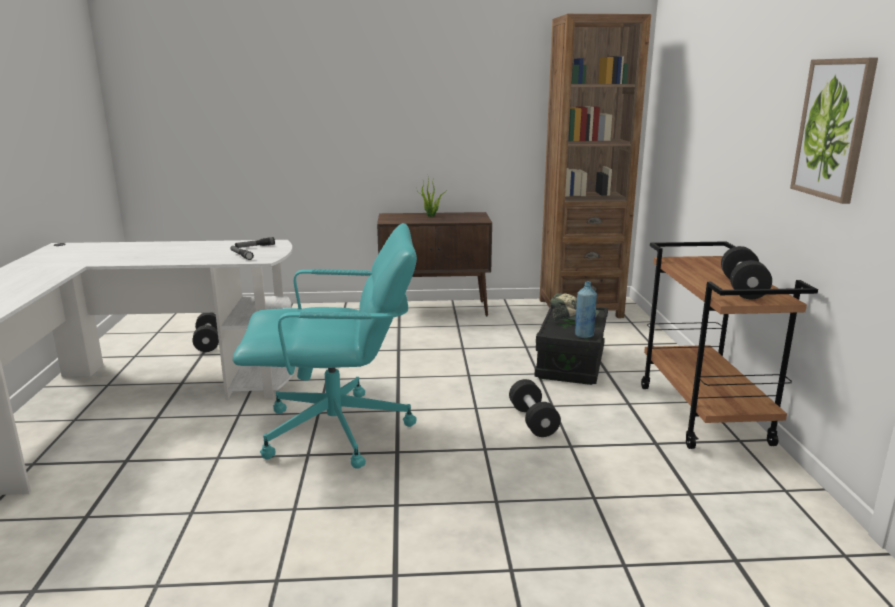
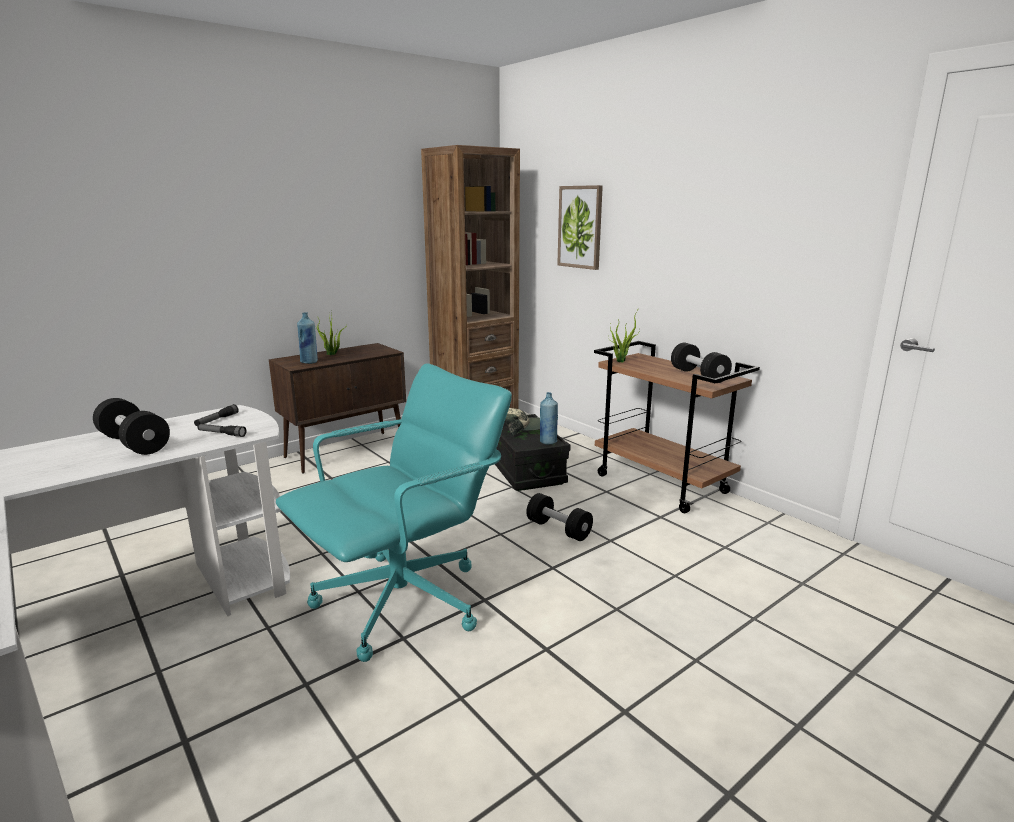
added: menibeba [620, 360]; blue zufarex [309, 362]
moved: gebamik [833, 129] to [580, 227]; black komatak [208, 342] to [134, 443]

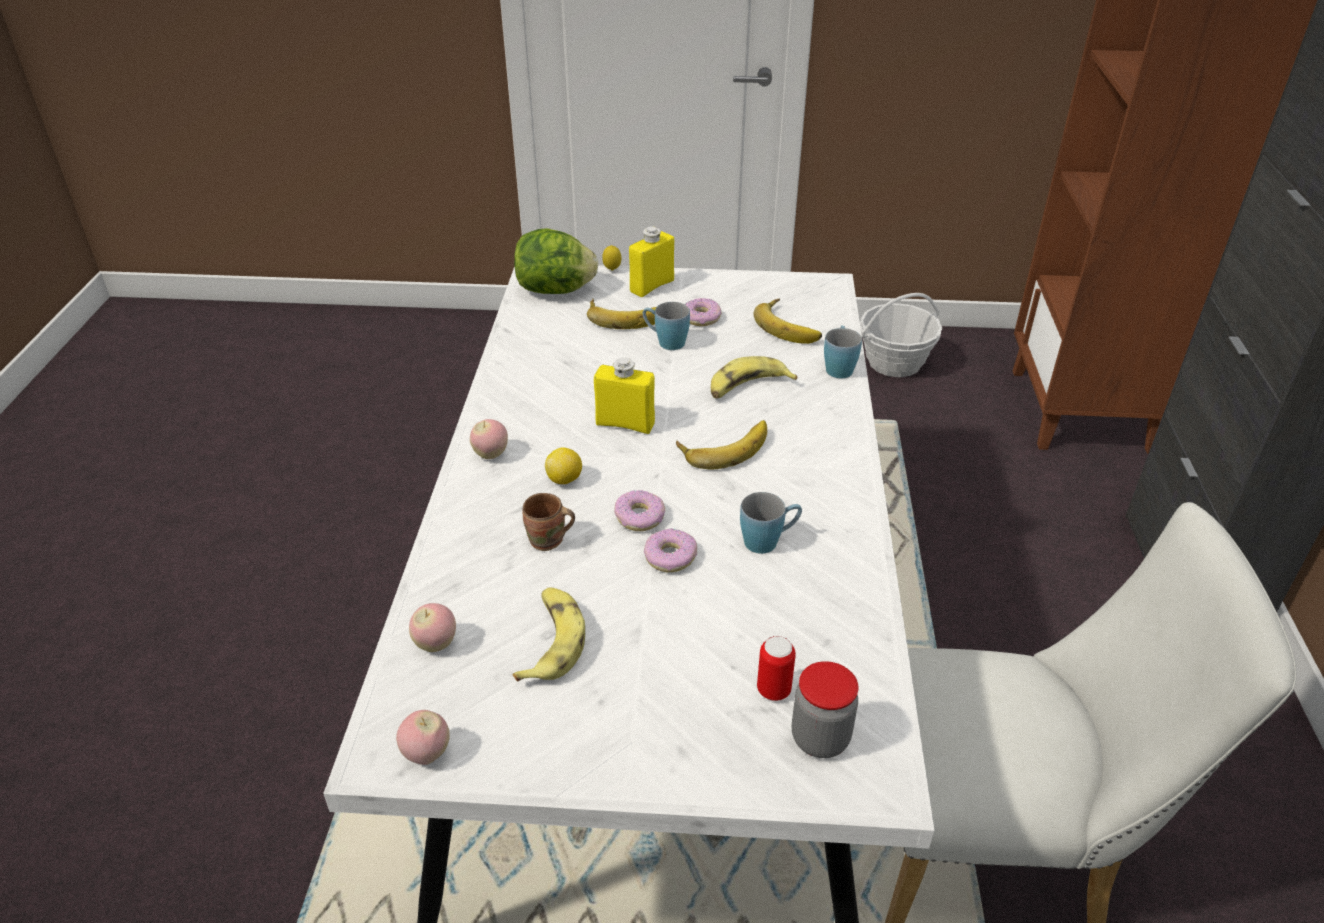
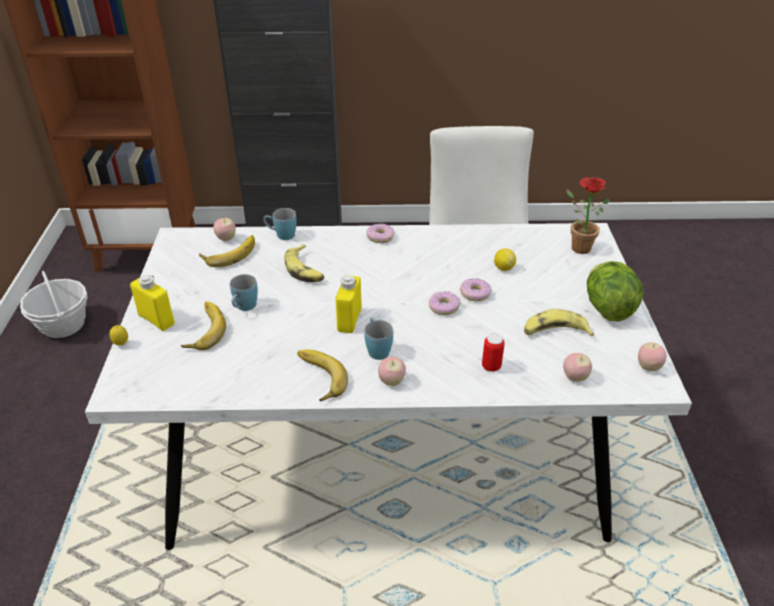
removed: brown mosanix [548, 542]
added: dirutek [226, 238]
moved: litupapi [555, 290] to [607, 308]; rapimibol [701, 318] to [380, 237]; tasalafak [724, 446] to [317, 378]; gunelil [565, 479] to [503, 268]; blue mosanix [768, 540] to [377, 348]; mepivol [773, 690] to [491, 366]
replaced: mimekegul [820, 738] to menibeba [576, 247]

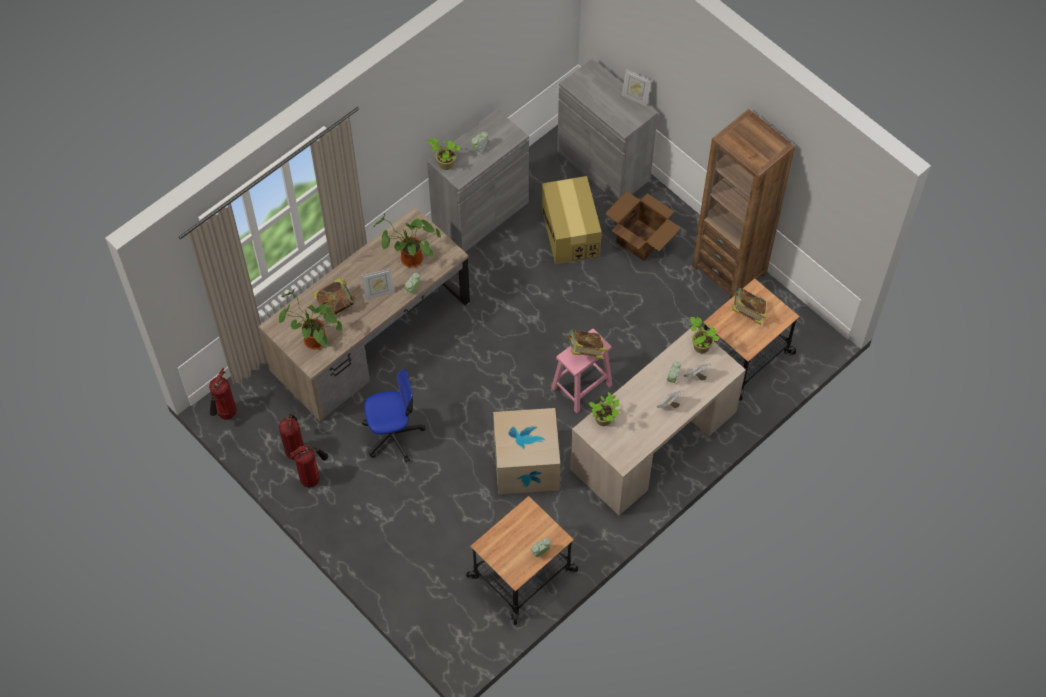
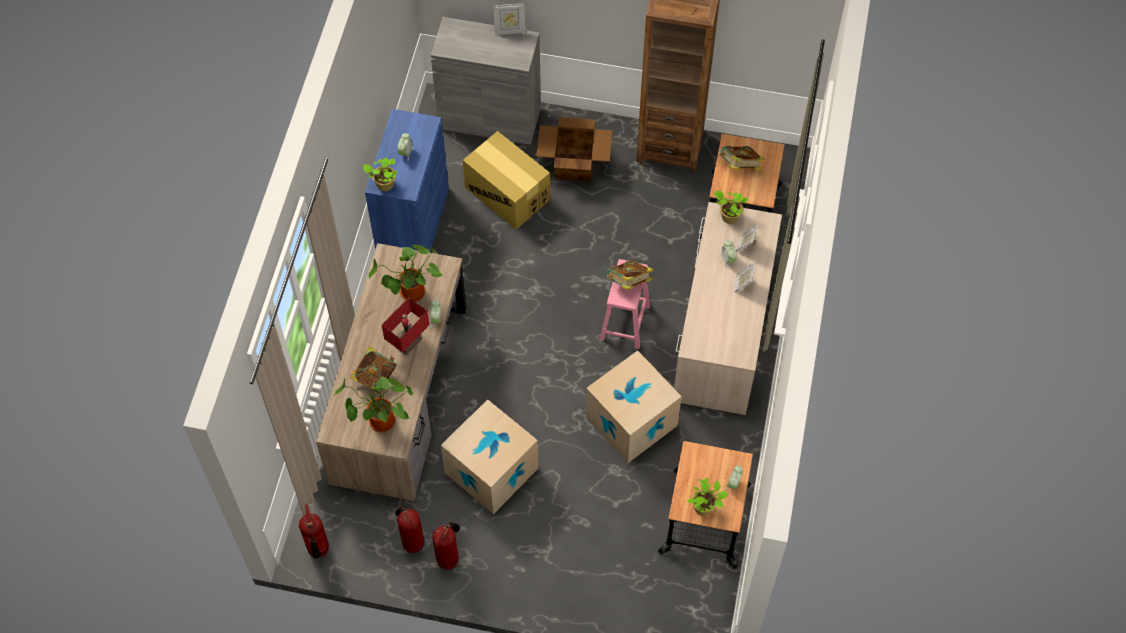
moved: menibeba [604, 420] to [704, 507]
replaced: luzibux [379, 293] to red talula [408, 342]; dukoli [393, 435] to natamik [491, 470]
recoloured: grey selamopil [480, 214] to blue selamopil [413, 224]

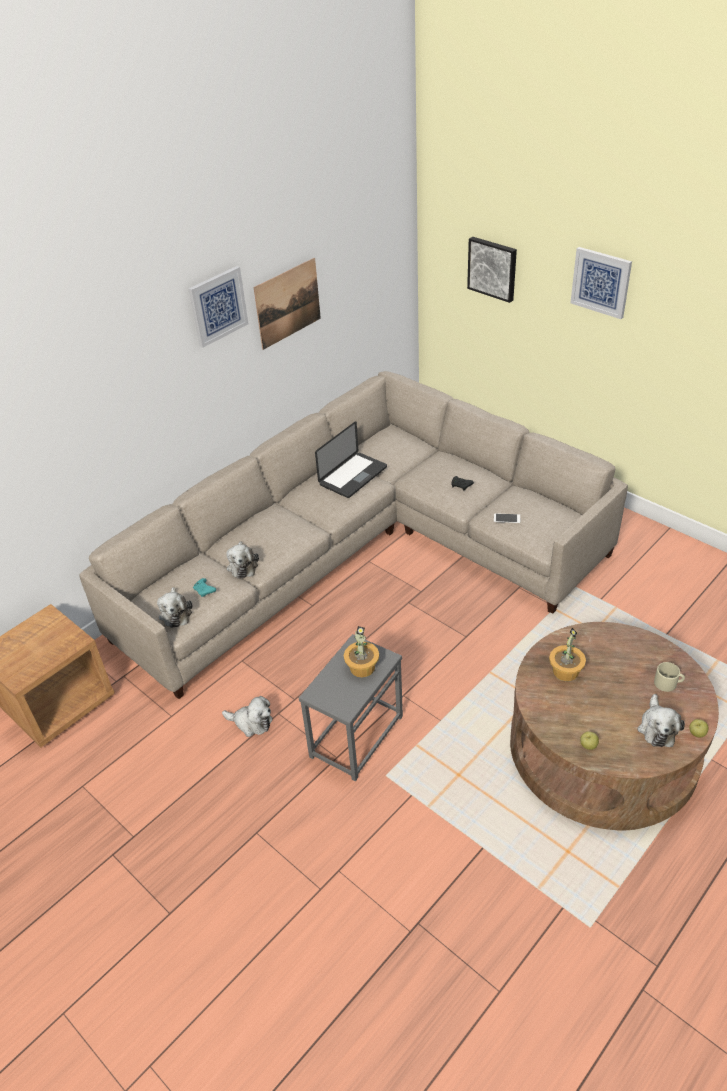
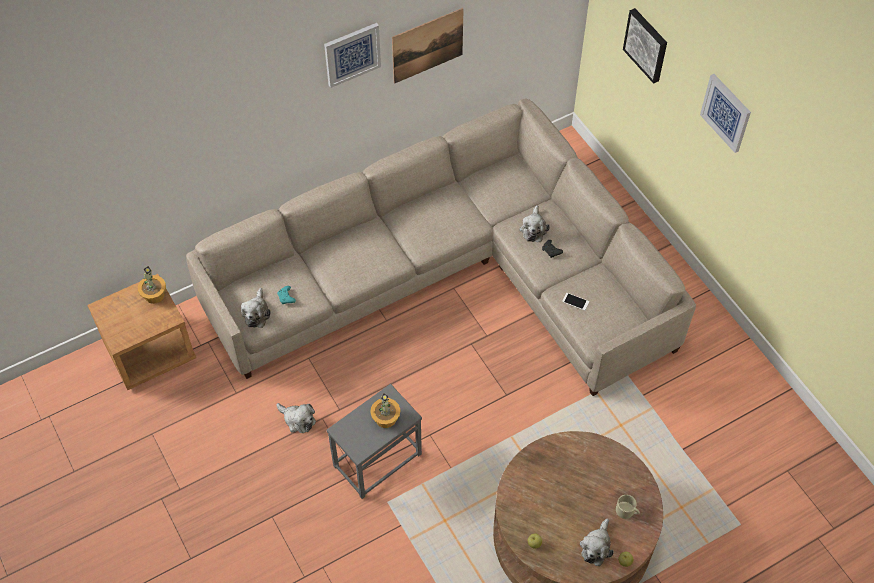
removed: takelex [353, 476]
moved: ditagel [242, 565] to [533, 229]; menibeba [565, 671] to [154, 295]

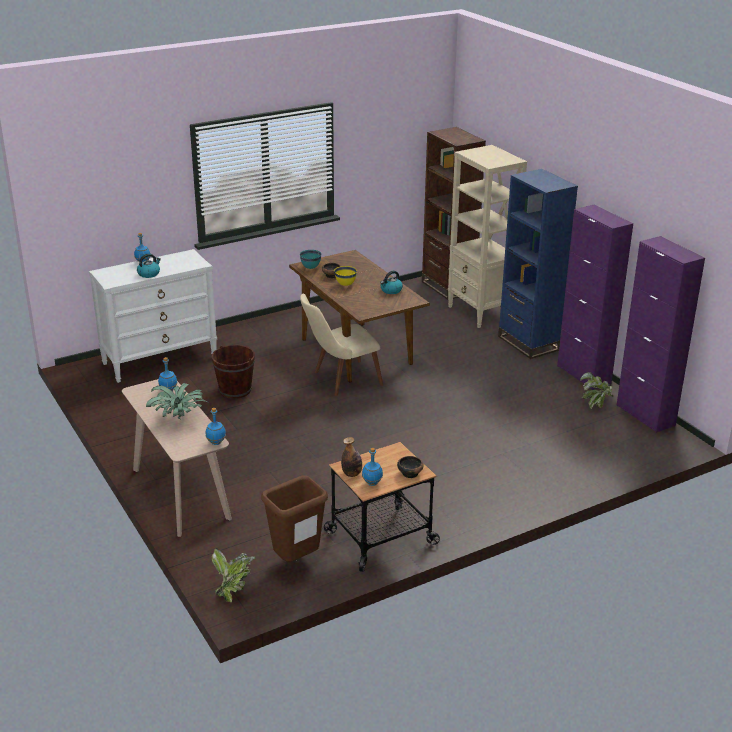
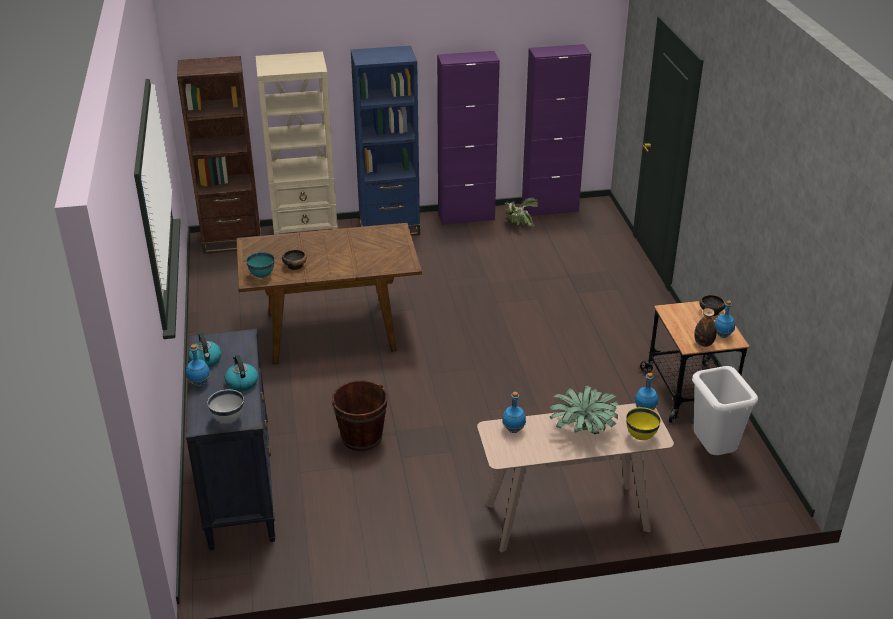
removed: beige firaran [340, 380]; menibeba [234, 588]
added: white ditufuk [228, 419]
moved: yellow ditufuk [345, 284] to [640, 436]; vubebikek [391, 290] to [206, 360]
recoloured: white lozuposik [160, 360] to black lozuposik [239, 491]; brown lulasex [296, 561] to white lulasex [713, 453]

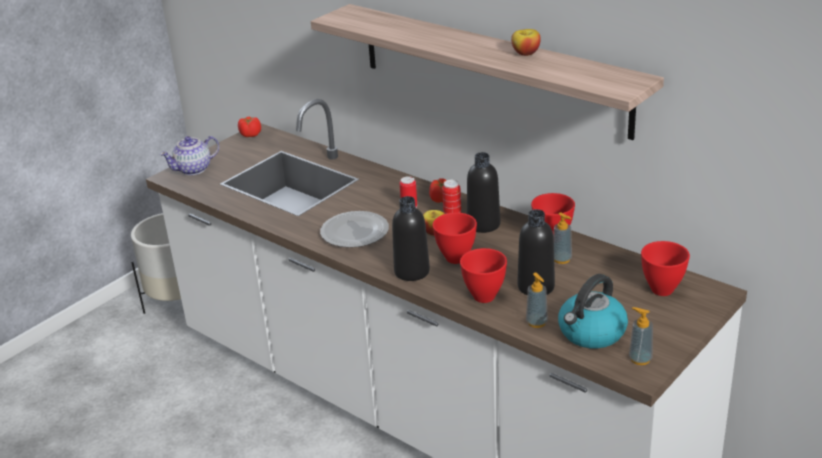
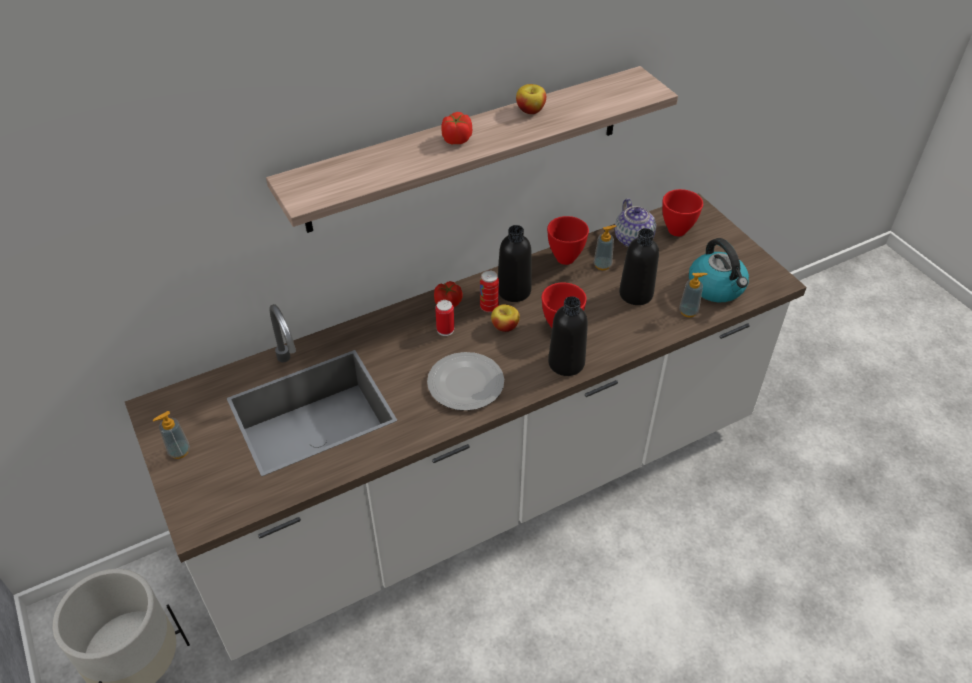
removed: red ditufuk [483, 297]
moved: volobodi [250, 134] to [456, 139]; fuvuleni [194, 169] to [633, 239]; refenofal [640, 359] to [179, 451]

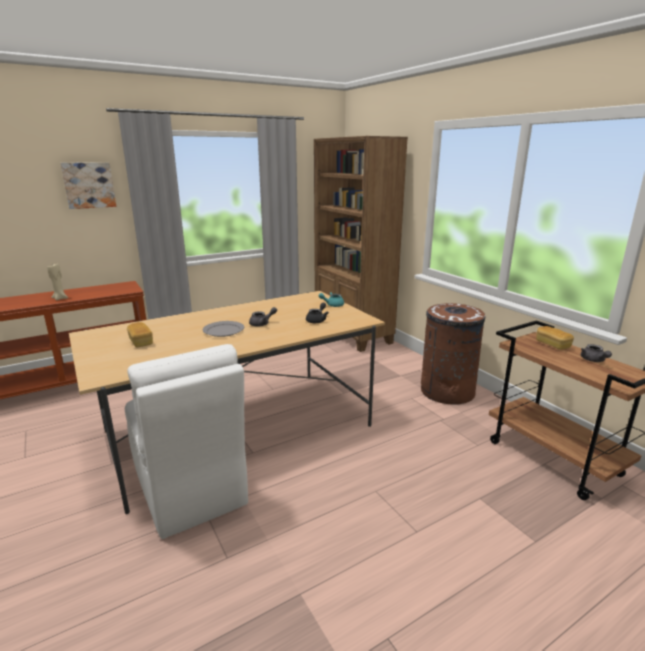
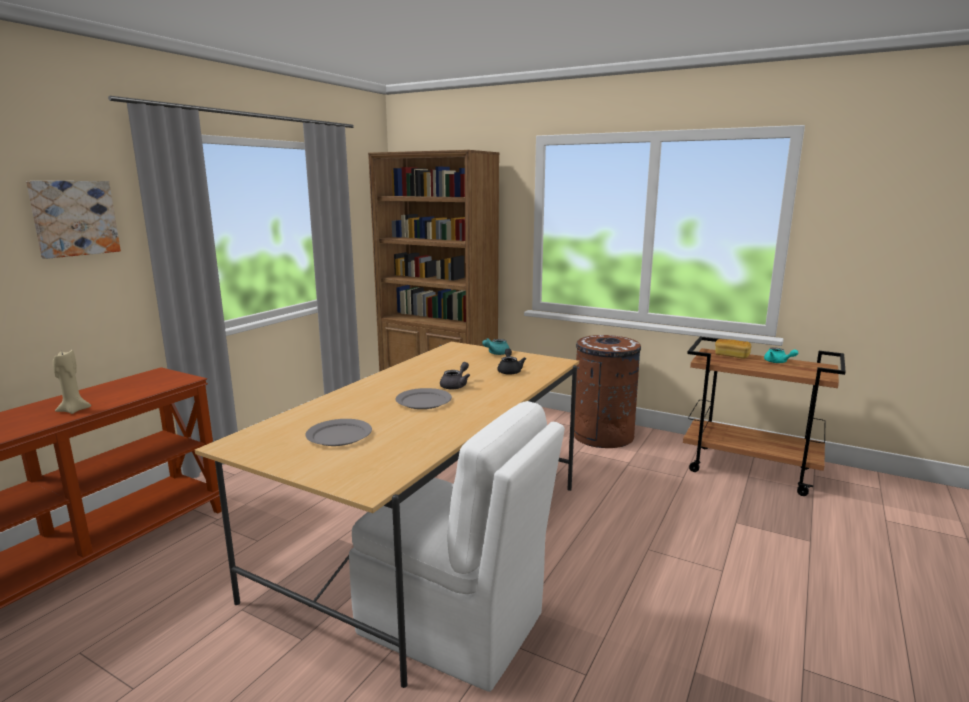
replaced: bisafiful [141, 342] to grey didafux [339, 435]
recoloured: grey fuvuleni [593, 360] to turquoise fuvuleni [778, 362]

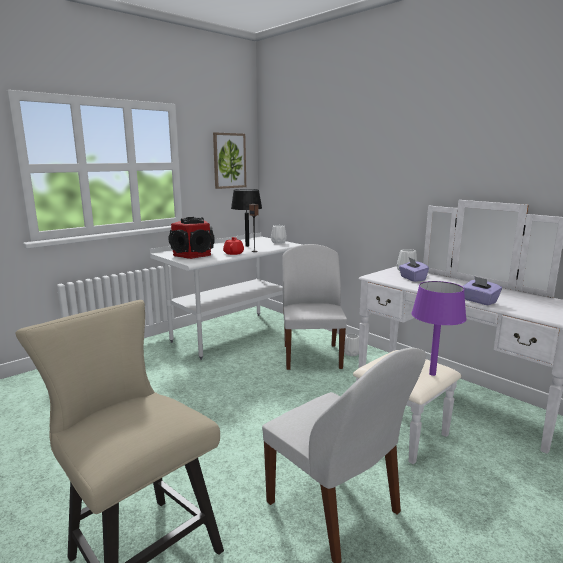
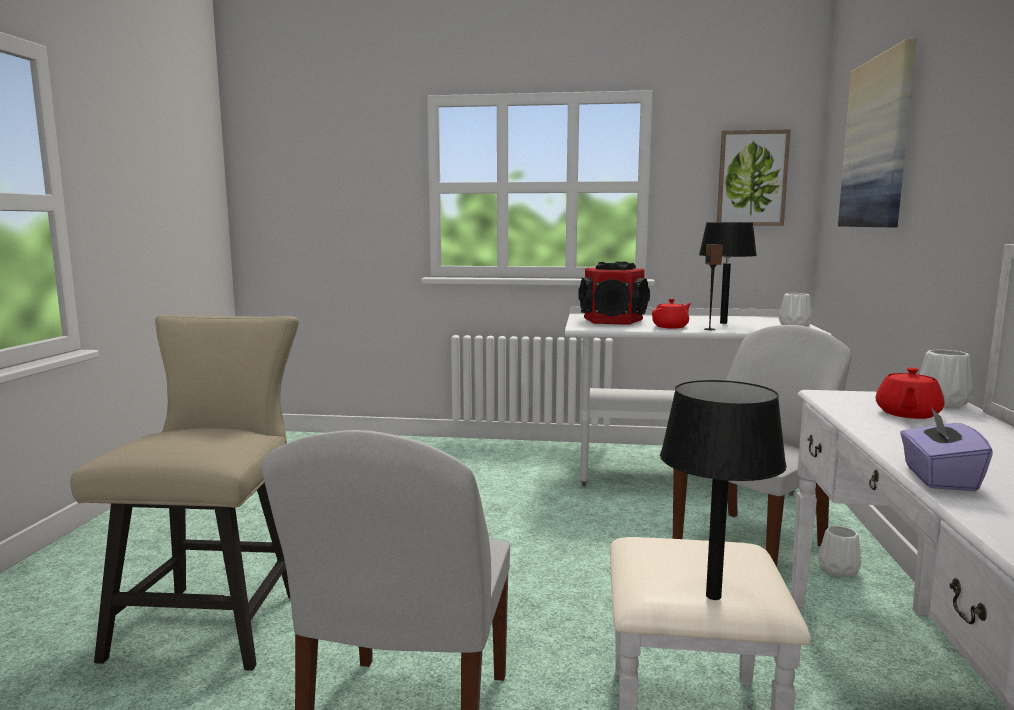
added: gebamik [878, 143]
replaced: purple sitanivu [412, 278] to red fuvuleni [907, 414]
recoloured: purple talula [432, 374] to black talula [714, 596]

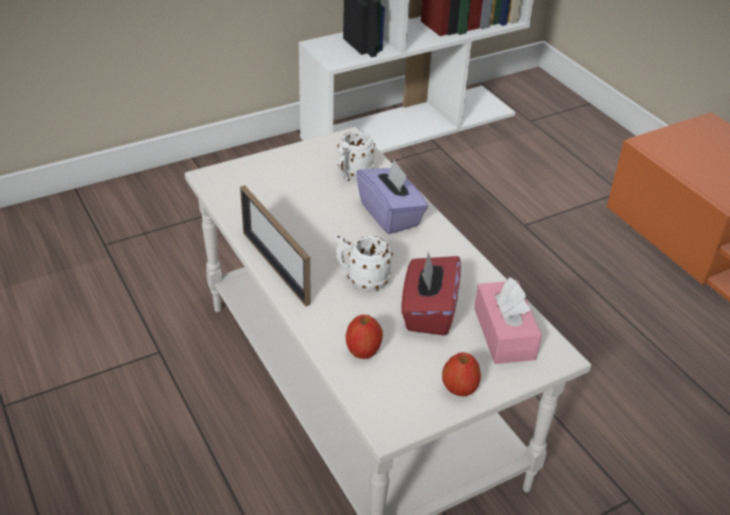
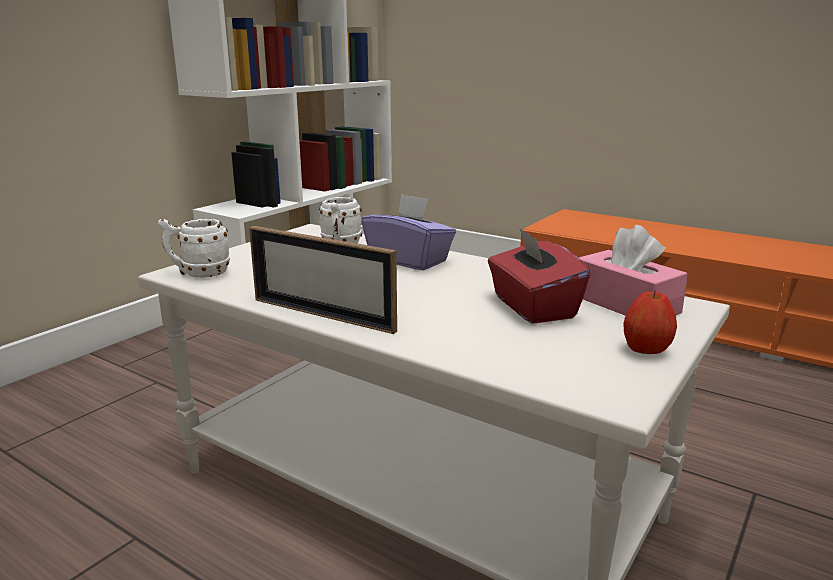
removed: dirutek [363, 351]
moved: white mosanix [361, 280] to [198, 273]

